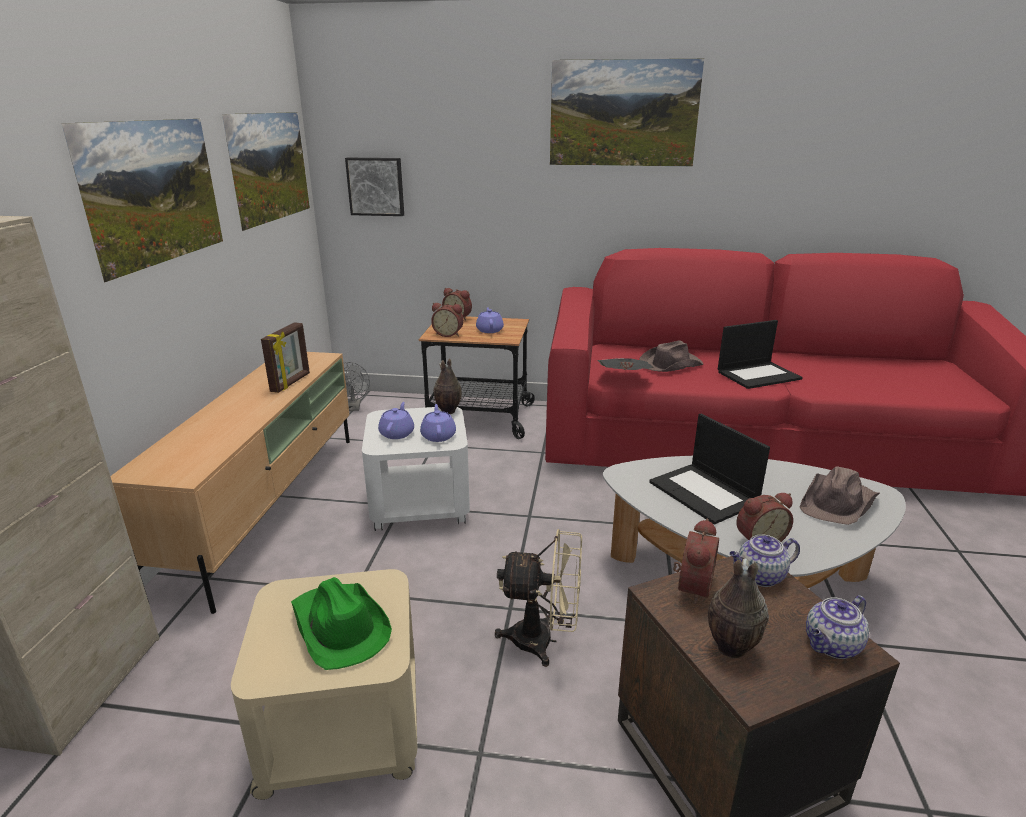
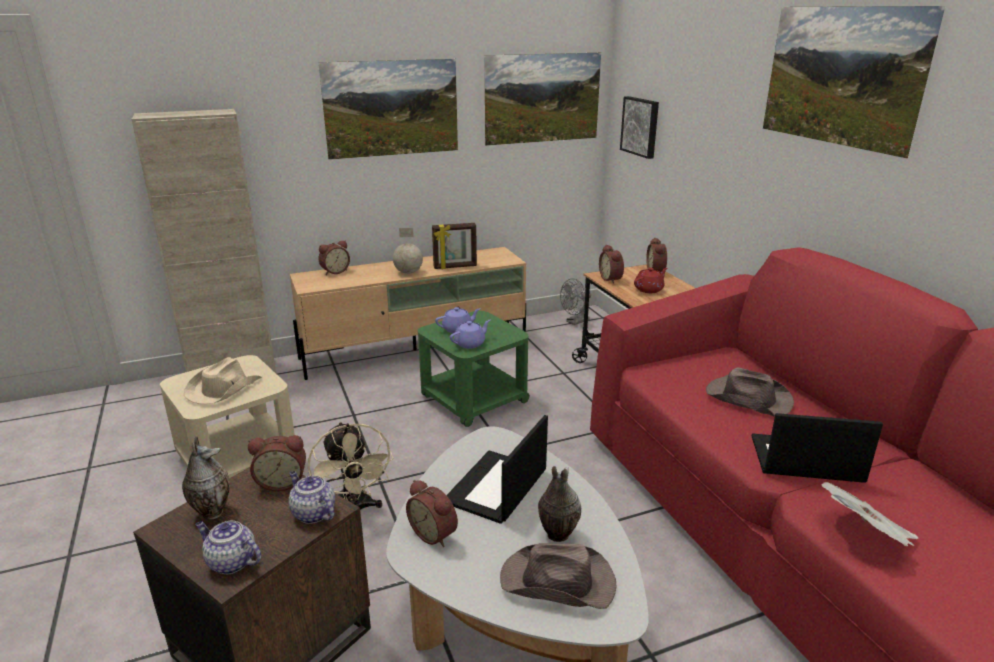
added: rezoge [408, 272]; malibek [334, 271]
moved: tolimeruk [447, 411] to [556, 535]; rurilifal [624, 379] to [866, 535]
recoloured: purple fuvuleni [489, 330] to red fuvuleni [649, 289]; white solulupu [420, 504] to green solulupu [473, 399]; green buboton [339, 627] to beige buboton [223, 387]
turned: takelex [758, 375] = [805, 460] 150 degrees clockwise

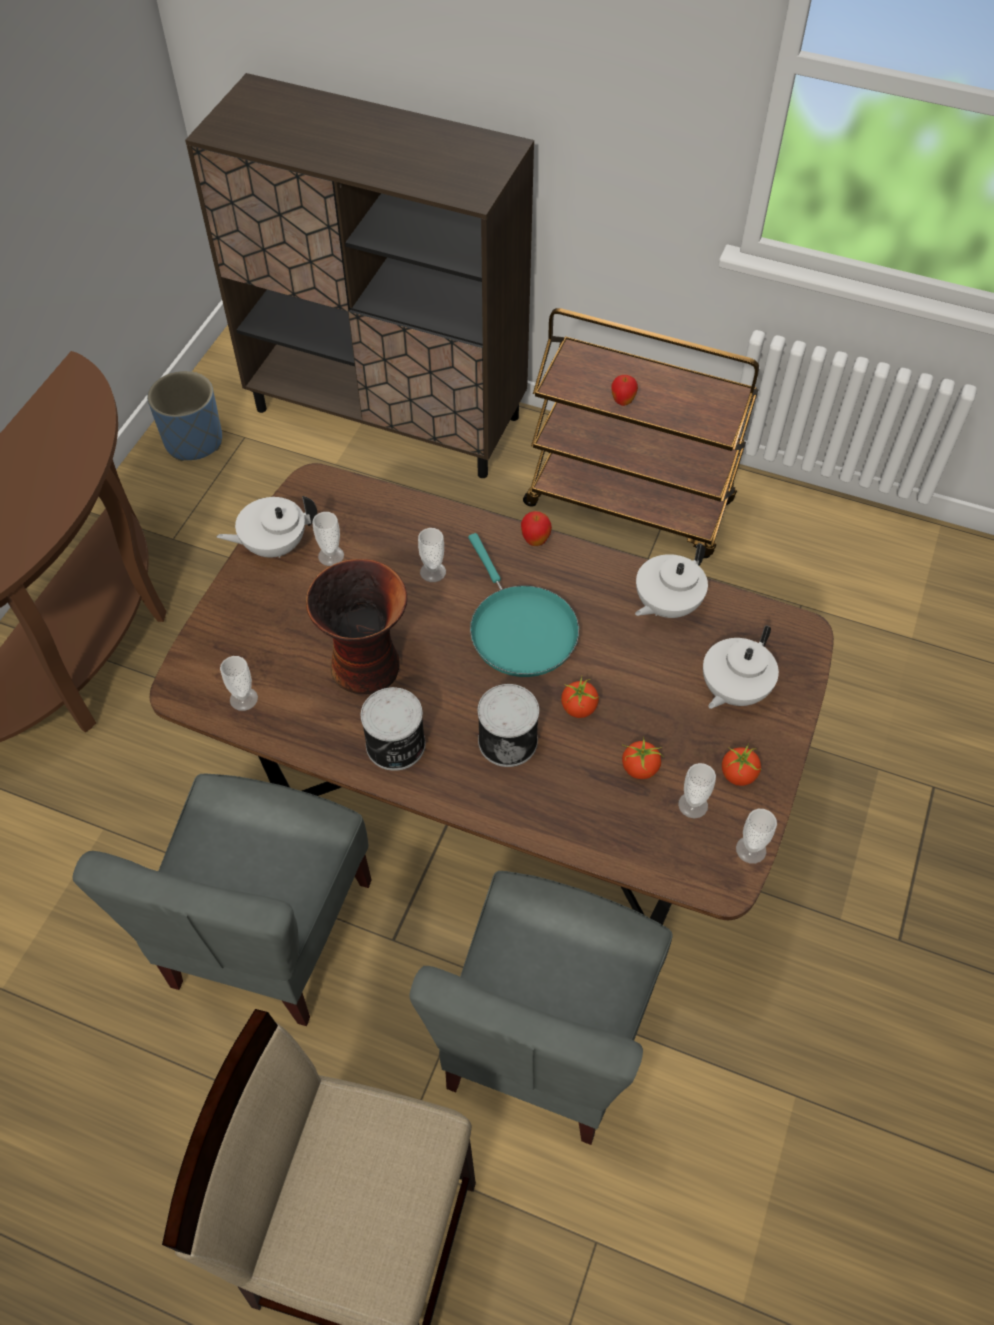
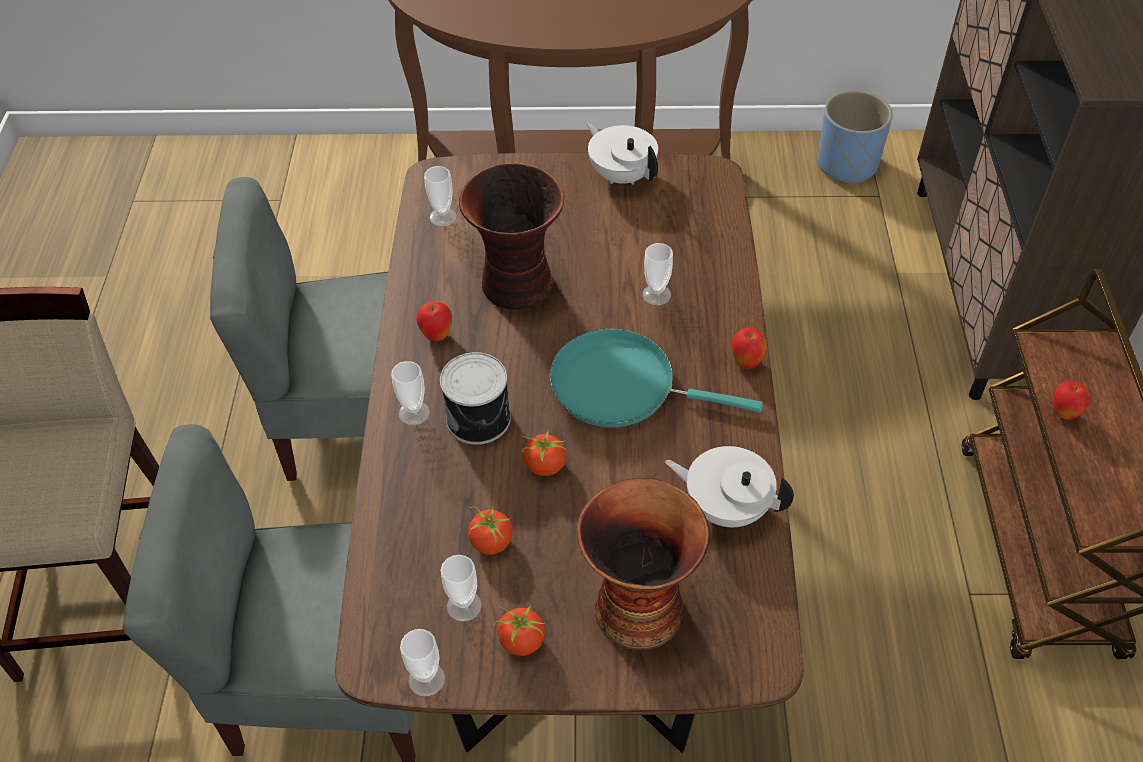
moved: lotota [331, 556] to [414, 413]
replaced: white fuvuleni [733, 690] to tolimeruk [638, 606]; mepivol [396, 746] to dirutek [437, 335]
turned: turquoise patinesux [519, 629] = [621, 385] 60 degrees clockwise

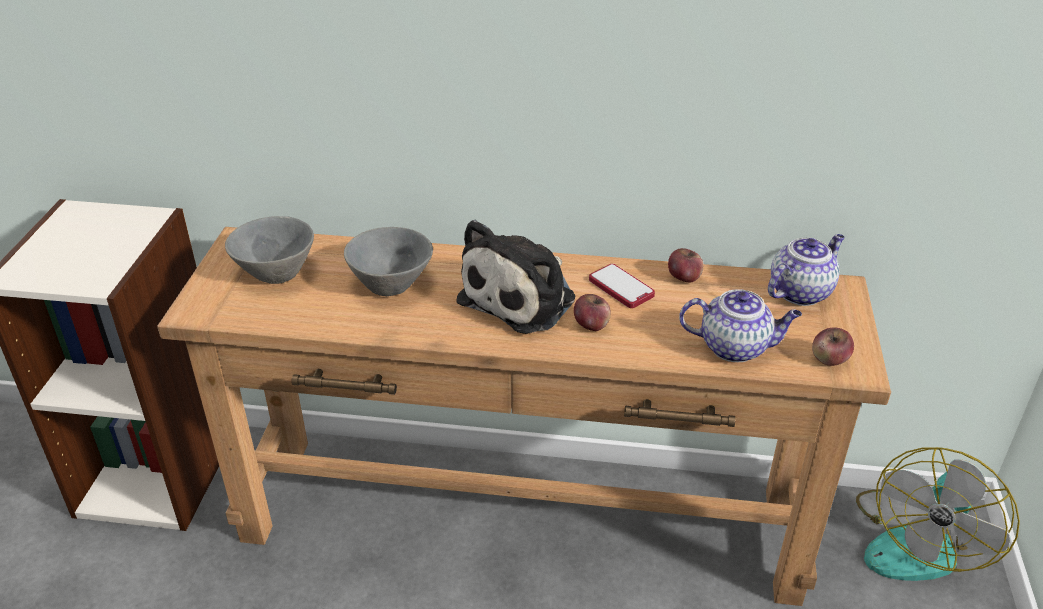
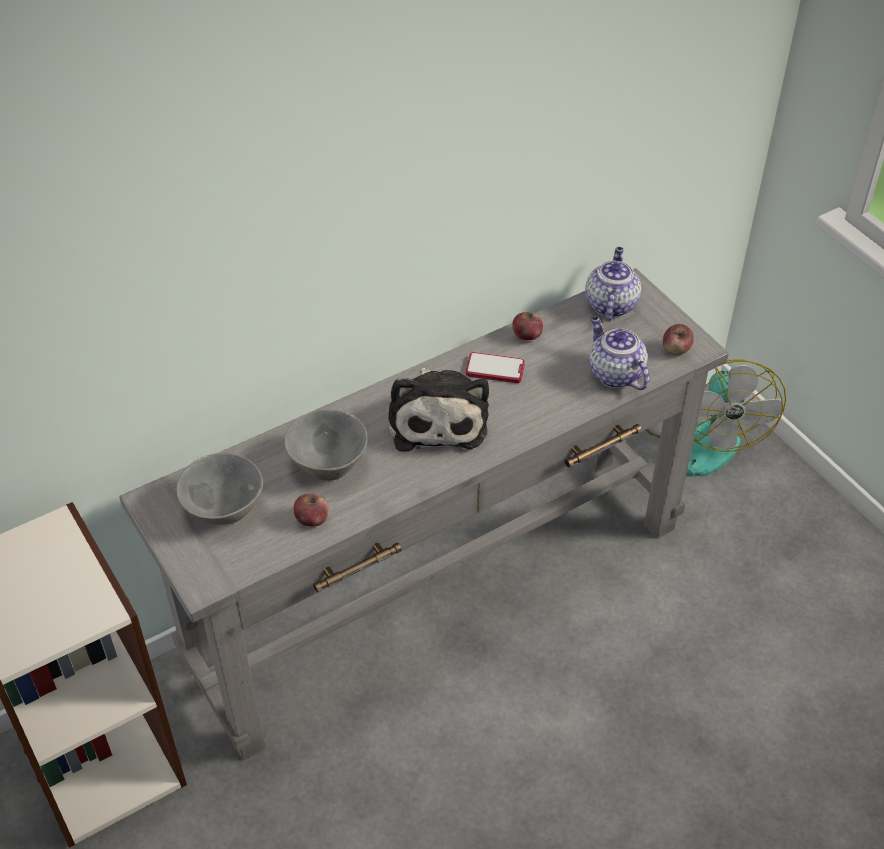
moved: dirutek [591, 325] to [312, 519]
recoloured: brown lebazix [522, 517] to grey lebazix [439, 592]
turned: fuvuleni [735, 347] = [614, 373] 90 degrees counterclockwise

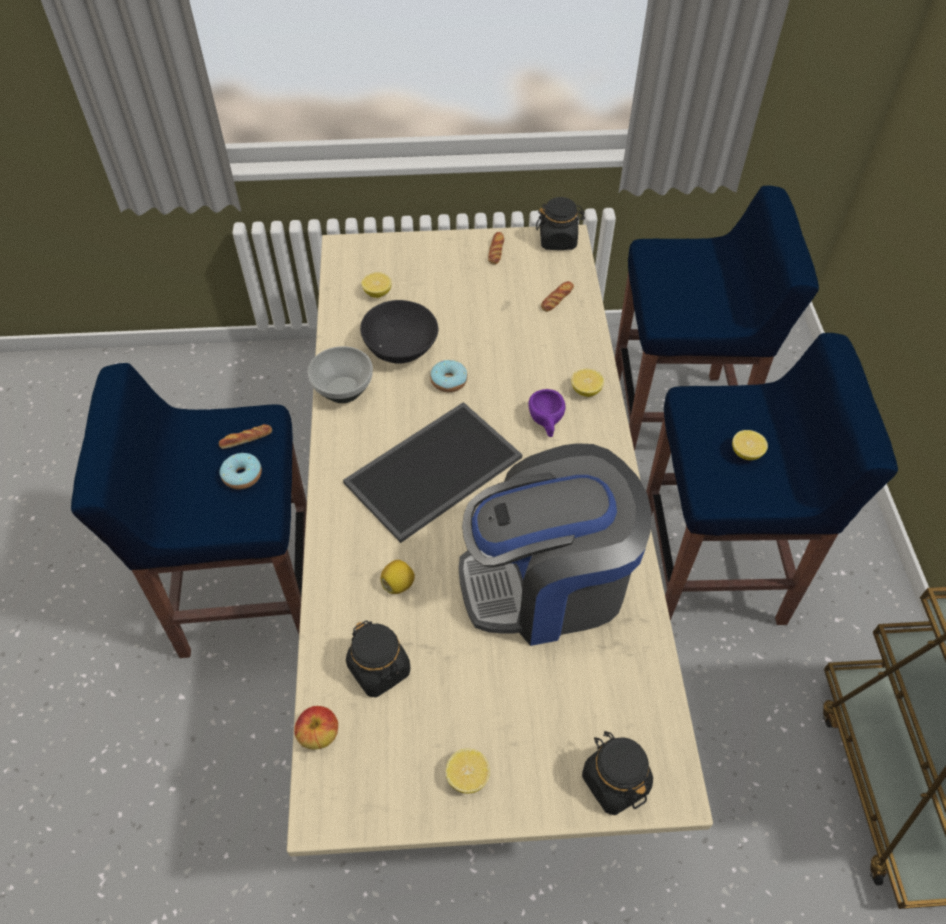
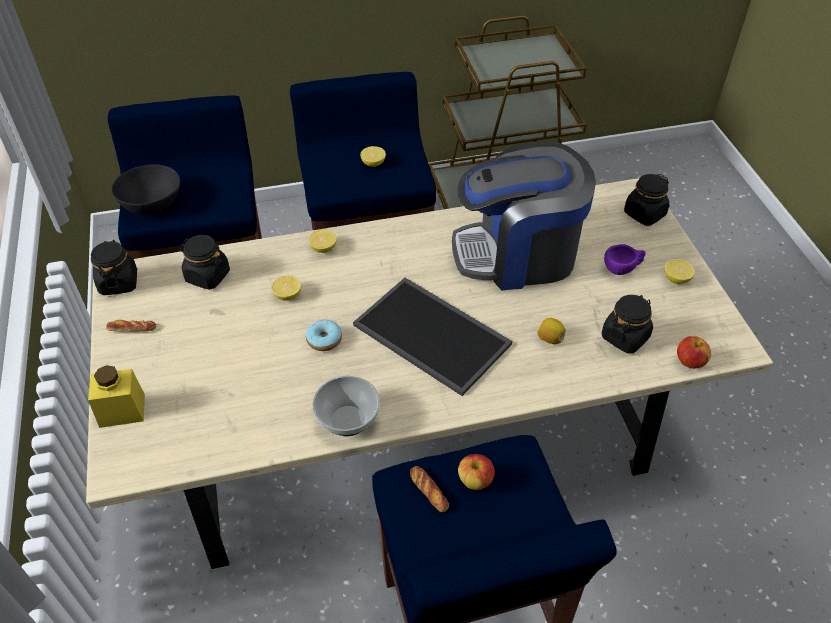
added: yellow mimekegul [122, 410]
moved: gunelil [377, 293] to [287, 295]; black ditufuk [401, 347] to [151, 203]; purple lotota [546, 423] to [622, 268]
replaced: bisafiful [557, 299] to black mimekegul [207, 276]; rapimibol [242, 476] to dirutek [475, 481]
turned: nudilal [548, 583] = [517, 254] 105 degrees clockwise

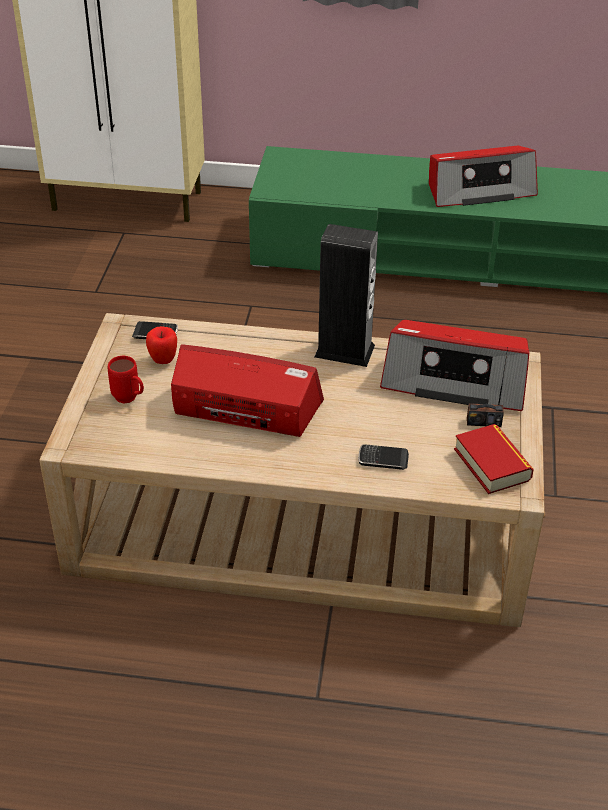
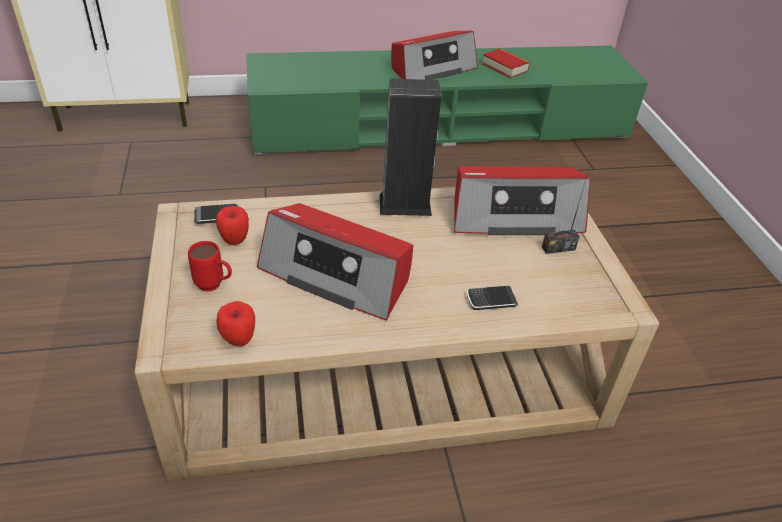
added: dirutek [239, 341]
moved: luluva [492, 464] to [504, 67]
turned: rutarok [245, 409] = [337, 275] 150 degrees counterclockwise

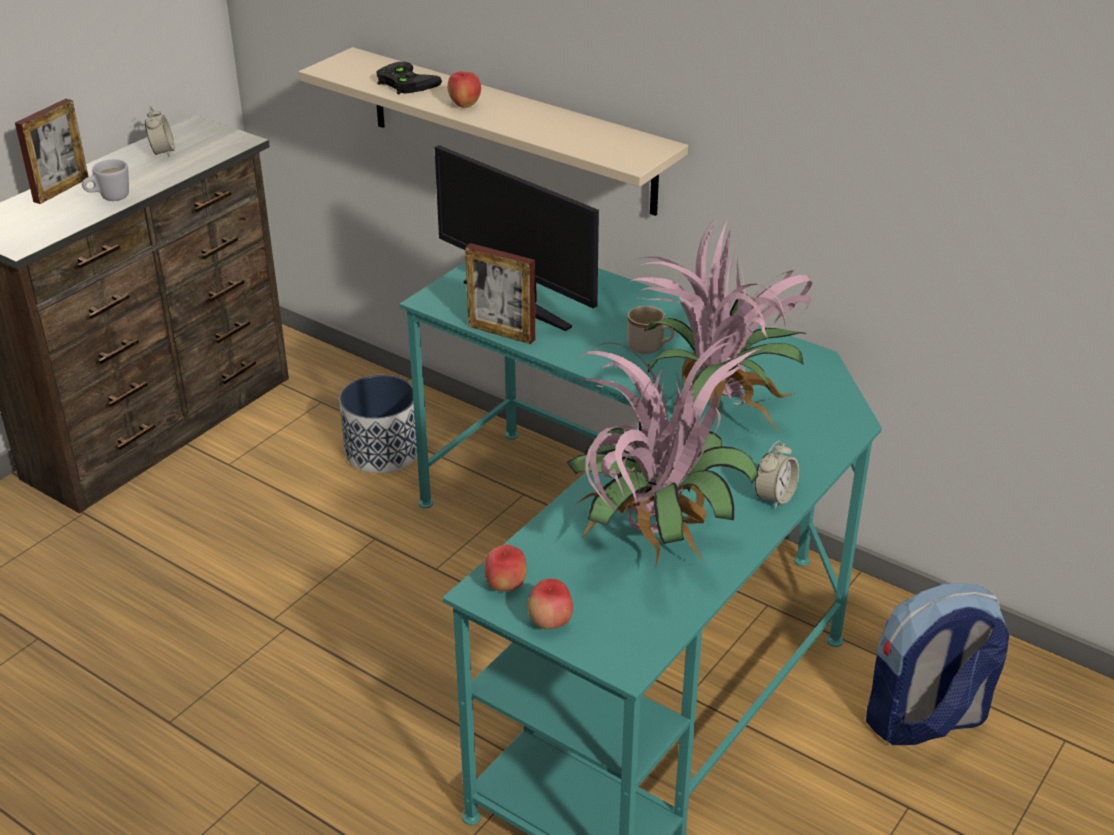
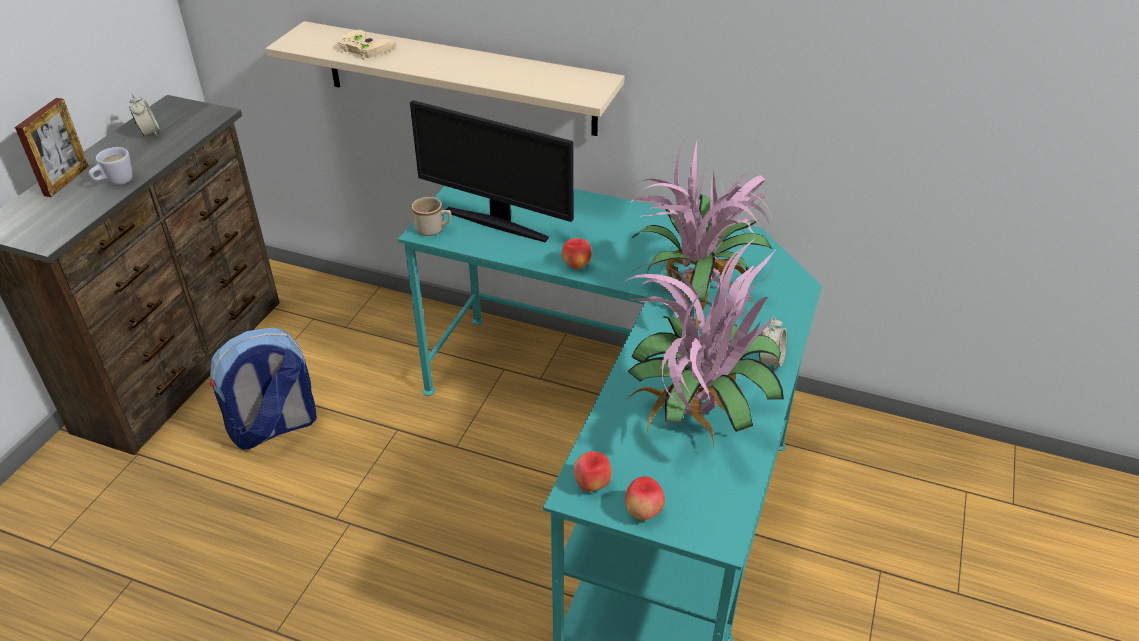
removed: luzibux [501, 333]; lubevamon [383, 451]
moved: dirutek [464, 105] to [576, 266]; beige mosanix [650, 347] to [434, 230]; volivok [925, 720] to [274, 428]
recoloured: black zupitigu [404, 83] to beige zupitigu [363, 48]

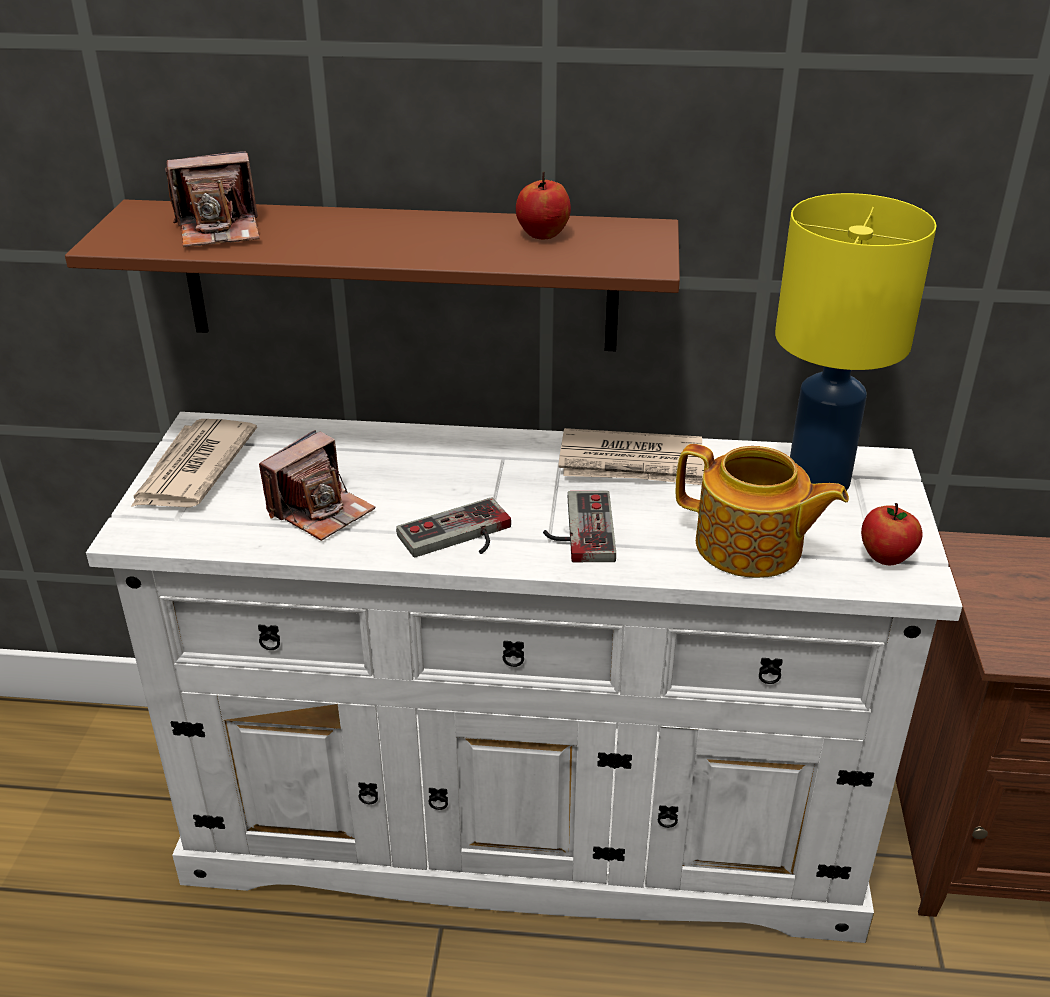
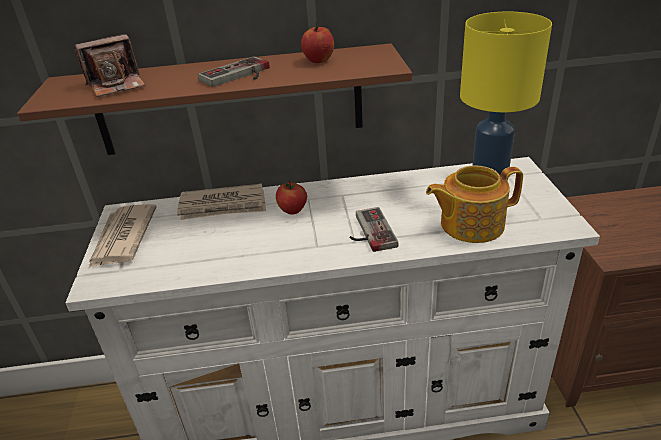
removed: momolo [321, 511]
moved: rurilifal [633, 464] to [223, 206]; zupitigu [460, 537] to [239, 76]; dirutek [886, 557] to [293, 210]
turned: fuvuleni [750, 547] = [470, 224] 150 degrees clockwise

